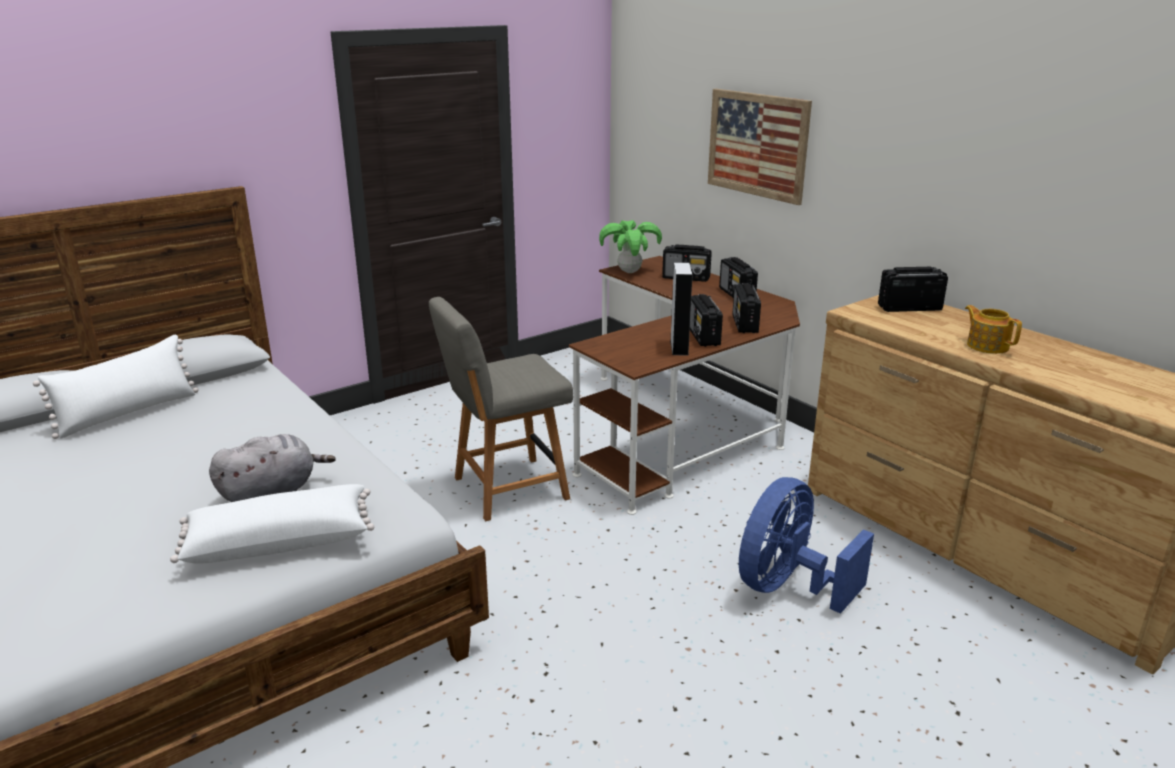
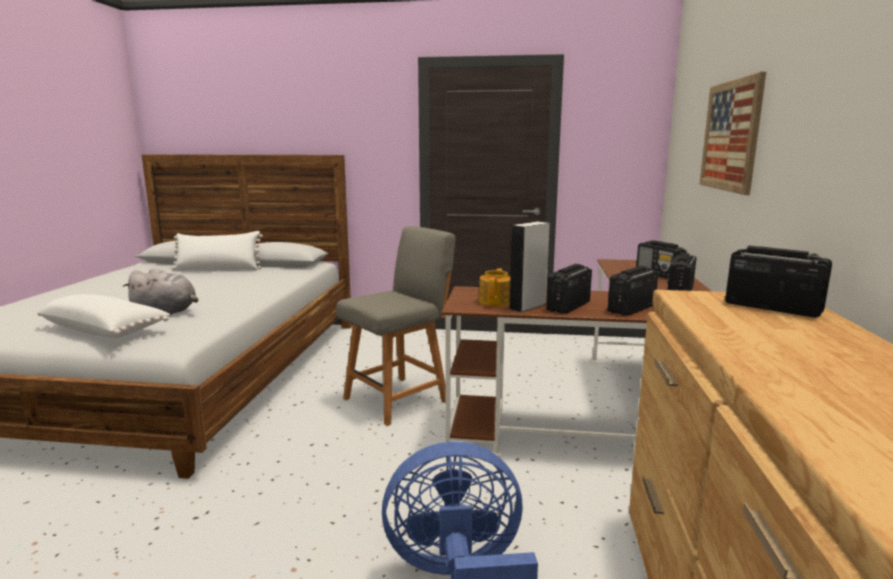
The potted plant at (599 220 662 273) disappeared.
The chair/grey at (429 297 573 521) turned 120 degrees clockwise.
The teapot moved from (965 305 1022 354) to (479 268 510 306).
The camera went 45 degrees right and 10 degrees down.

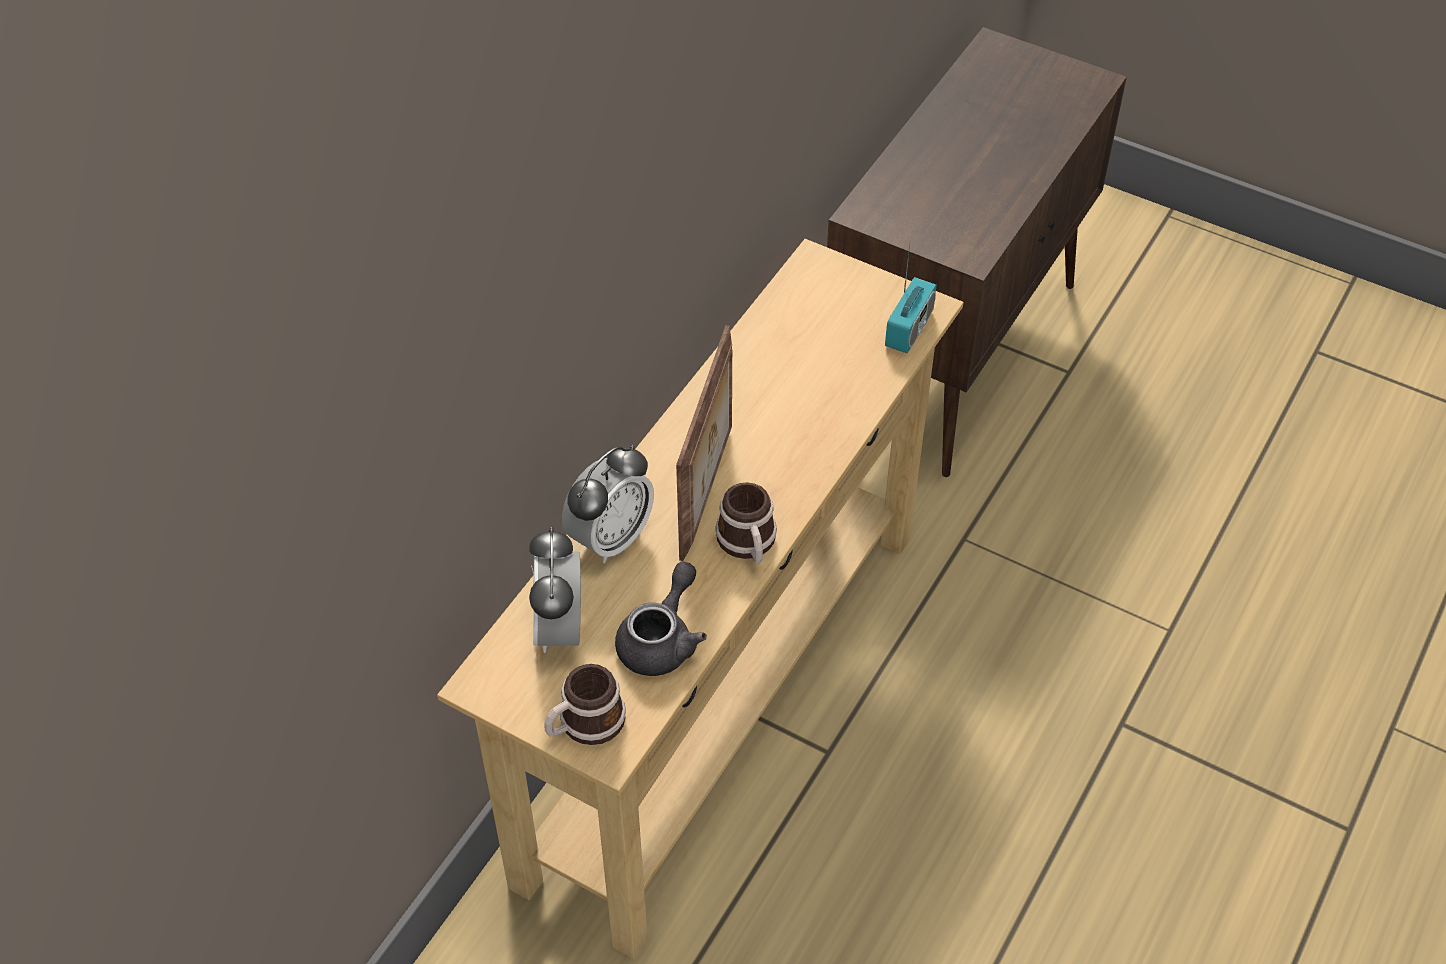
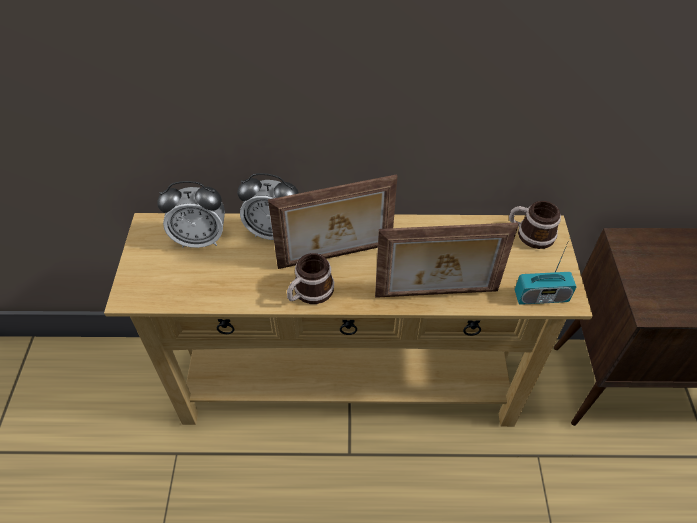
The alarm clock at (529 527 581 653) turned 150 degrees counterclockwise.
The teapot/grey at (615 562 707 676) disappeared.
The mug moved from (544 664 626 745) to (509 201 561 249).
The picture frame at (375 222 519 298) appeared.
The camera went 60 degrees right and 0 degrees up.

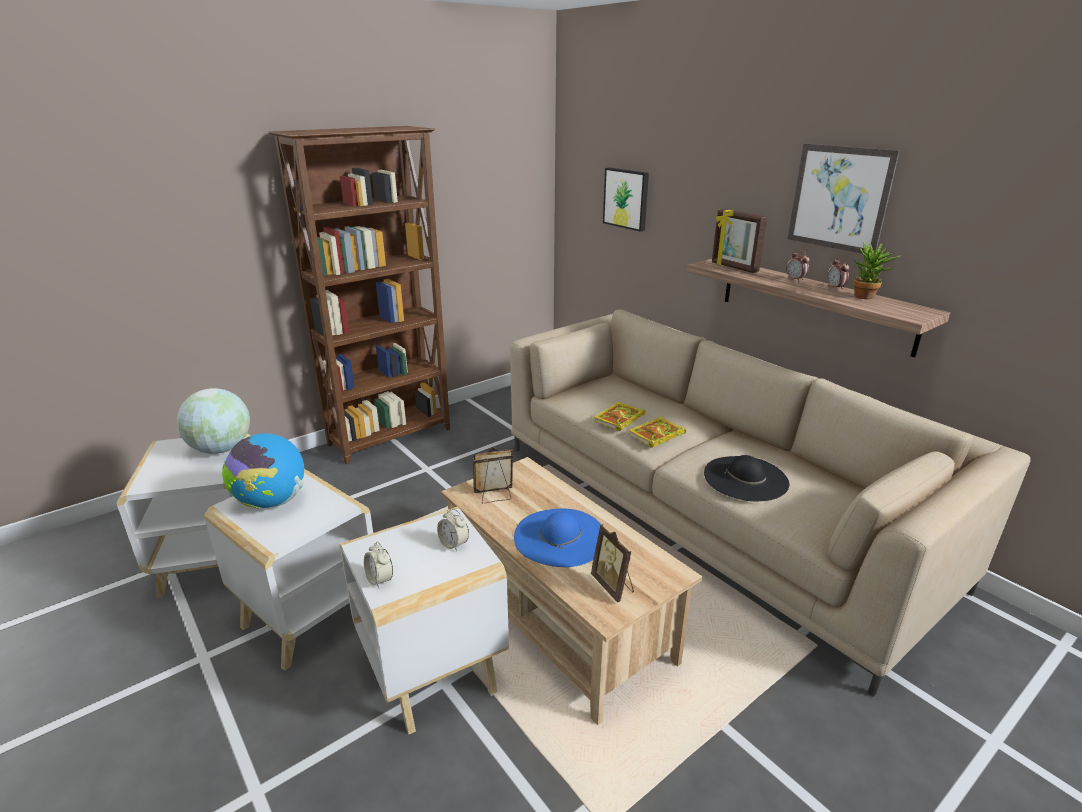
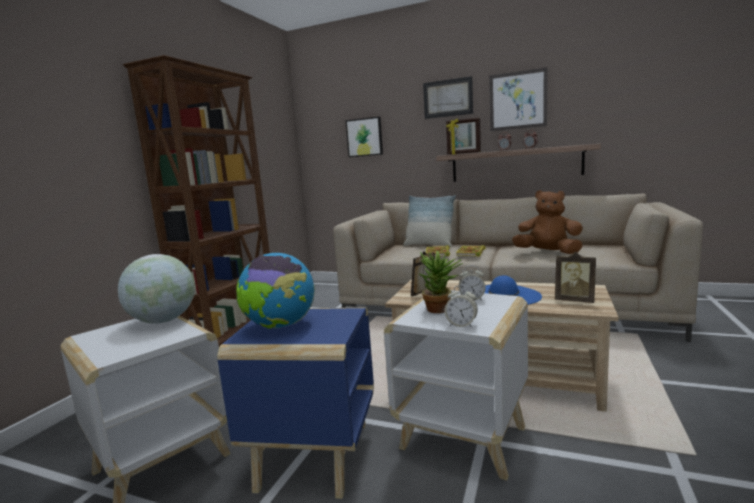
The potted plant moved from (853 242 902 300) to (418 251 463 313).
The hat/black at (704 455 789 501) was replaced by the plush toy/brown at (512 190 583 254).
The side table/white at (204 469 373 671) became the side table/blue at (217 308 374 499).
The picture at (423 76 473 119) appeared.
The pillow at (403 195 456 247) appeared.
The camera went 30 degrees left and 15 degrees down.

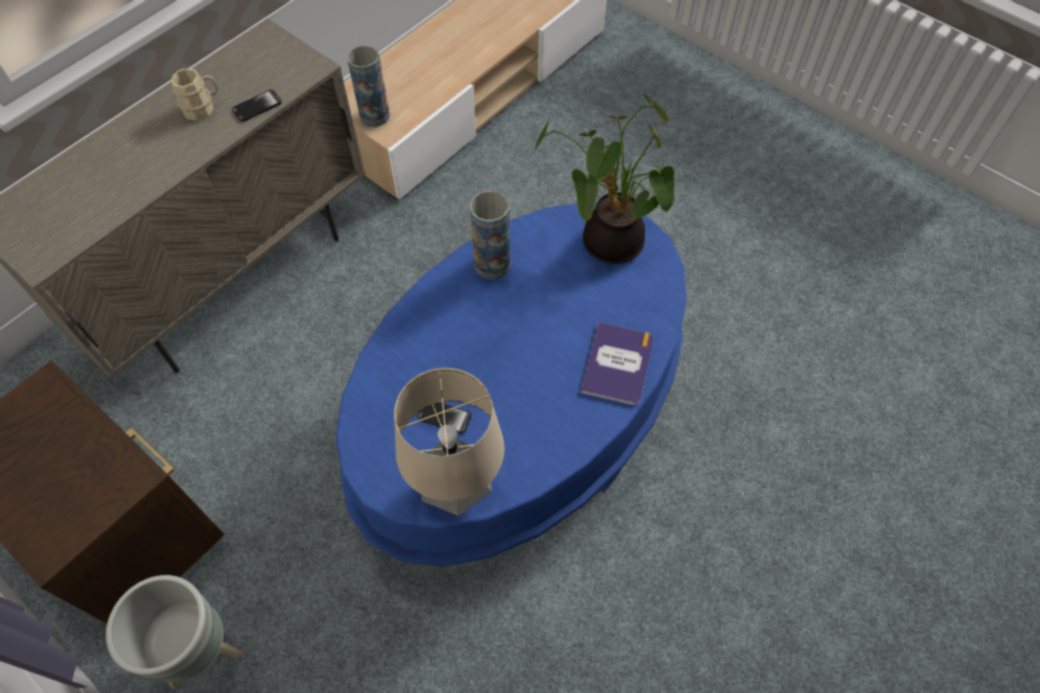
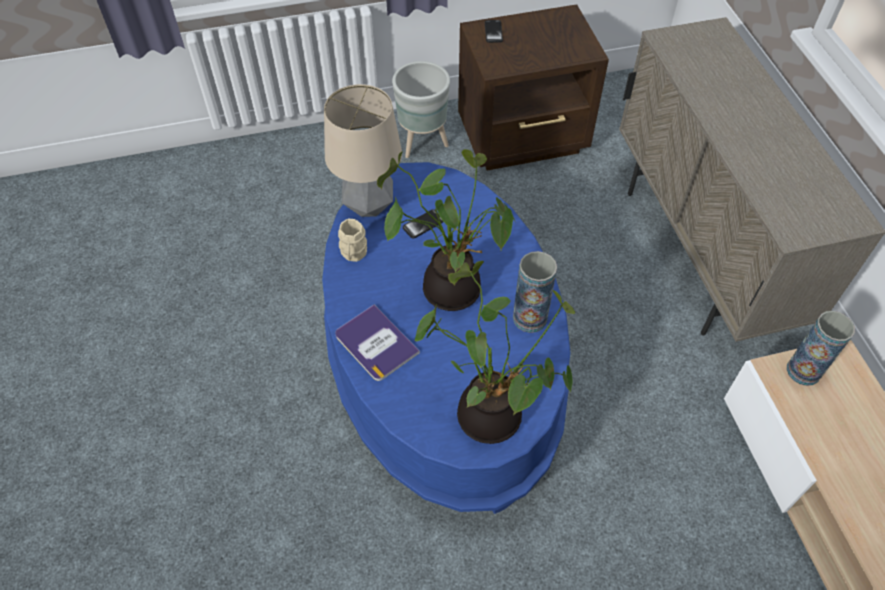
The mug/beige moved from (171 68 218 121) to (338 219 367 262).
The phone moved from (232 90 282 122) to (485 20 503 43).
The potted plant at (377 149 517 311) appeared.
The camera went 125 degrees right and 5 degrees down.

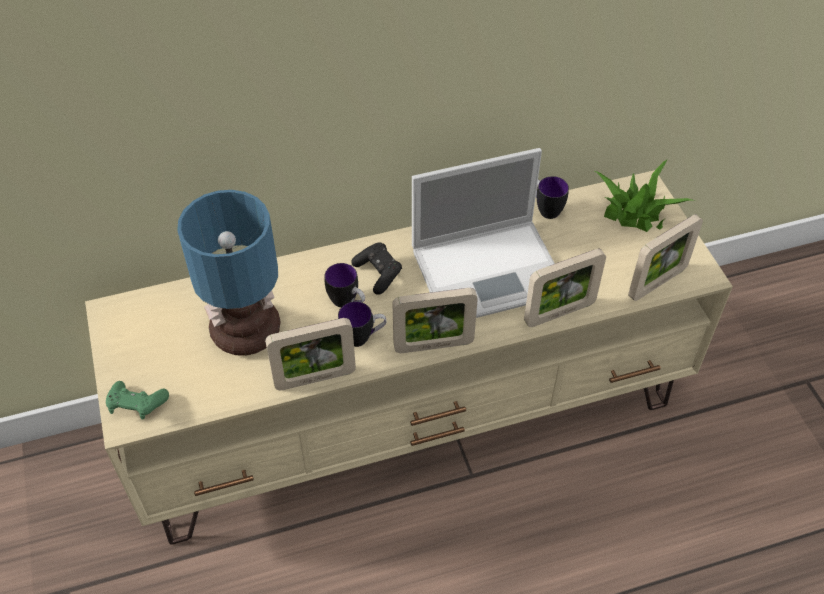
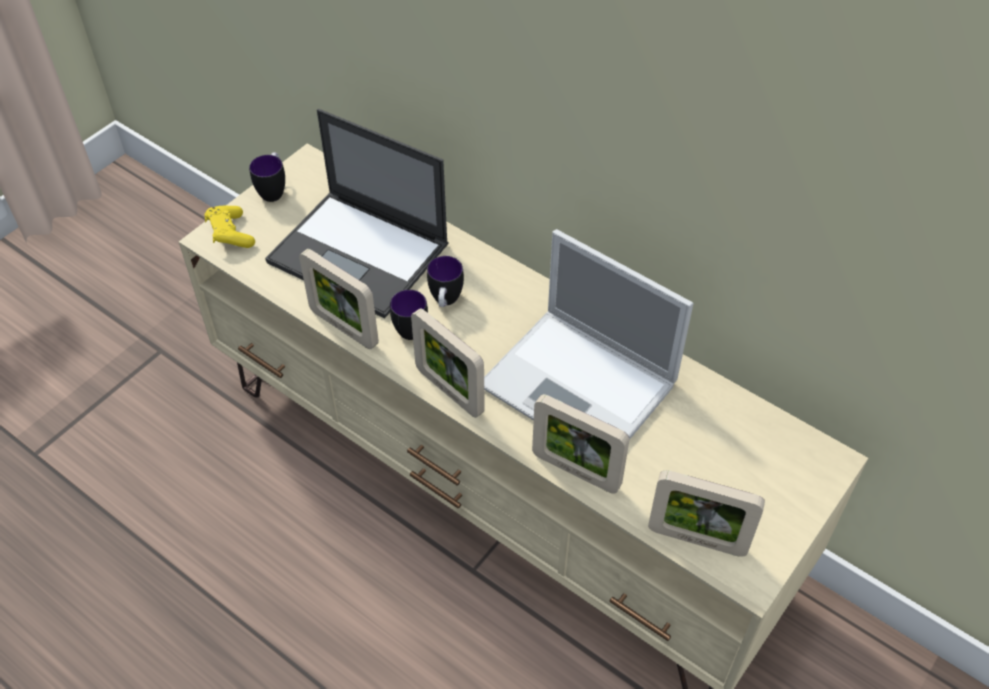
The potted plant at (595 159 695 232) disappeared.
The mug moved from (536 176 569 219) to (249 153 285 202).
The table lamp at (177 190 281 356) was replaced by the laptop at (265 109 448 319).
The game controller/black at (351 242 402 295) disappeared.
The game controller/green at (106 381 169 420) became the game controller/yellow at (205 206 255 248).
The camera went 55 degrees right and 0 degrees up.

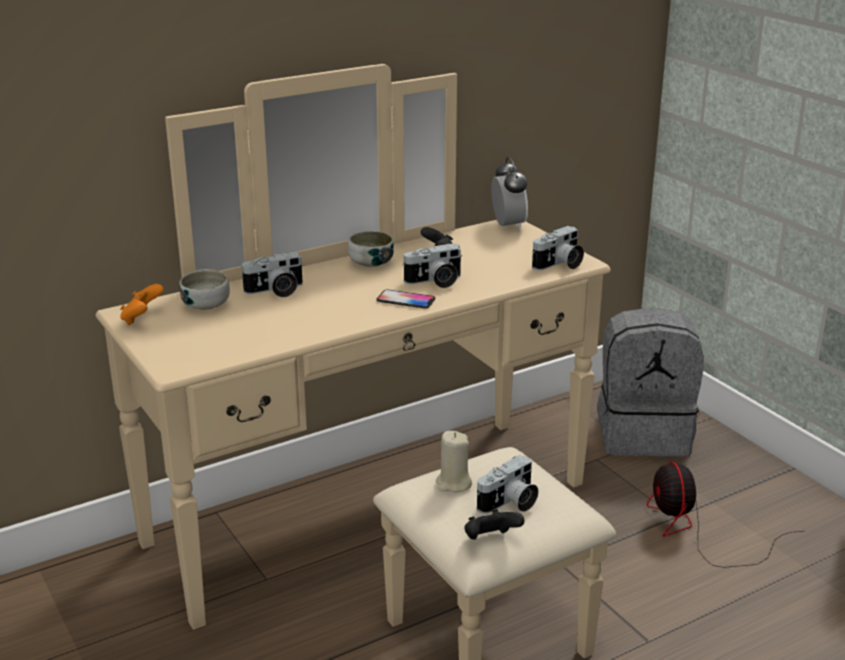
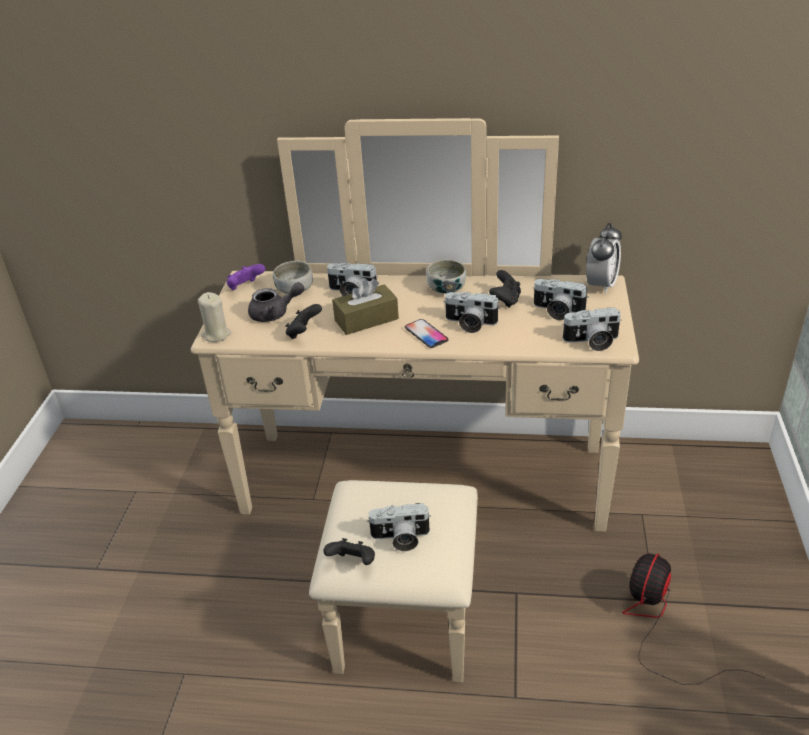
The game controller/orange at (120 284 164 325) became the game controller/purple at (227 264 265 290).
The backpack/grey at (597 307 704 456) disappeared.
The candle/beige moved from (436 431 472 492) to (198 292 232 342).
The tissue box/brown at (332 278 399 335) appeared.
The photo camera at (533 279 589 320) appeared.
The teapot/grey at (248 282 305 322) appeared.
The game controller/black at (285 304 322 339) appeared.
The camera went 40 degrees right and 10 degrees up.

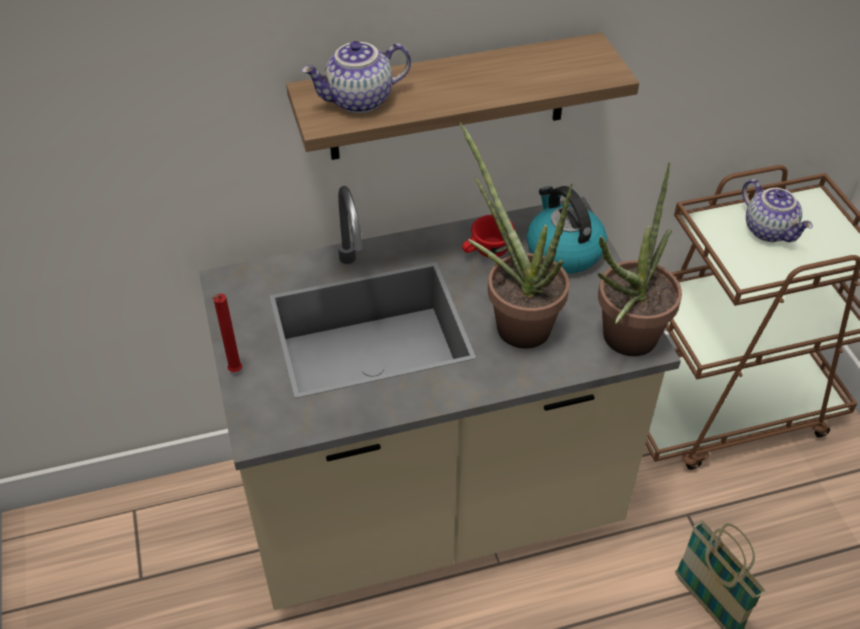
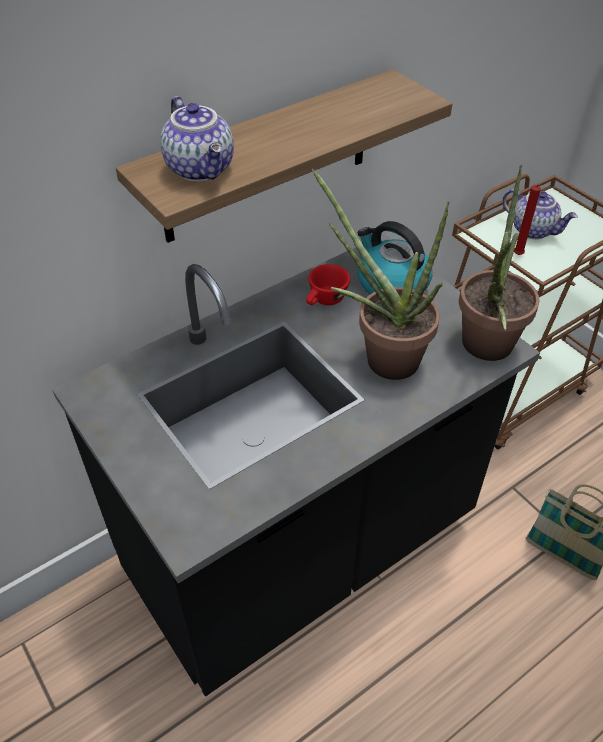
The teapot at (301 41 411 113) turned 75 degrees counterclockwise.
The counter/beige at (199 186 681 610) became the counter/black at (52 234 540 696).
The candle/red moved from (212 294 242 372) to (514 184 541 255).
The camera went 20 degrees left and 0 degrees up.

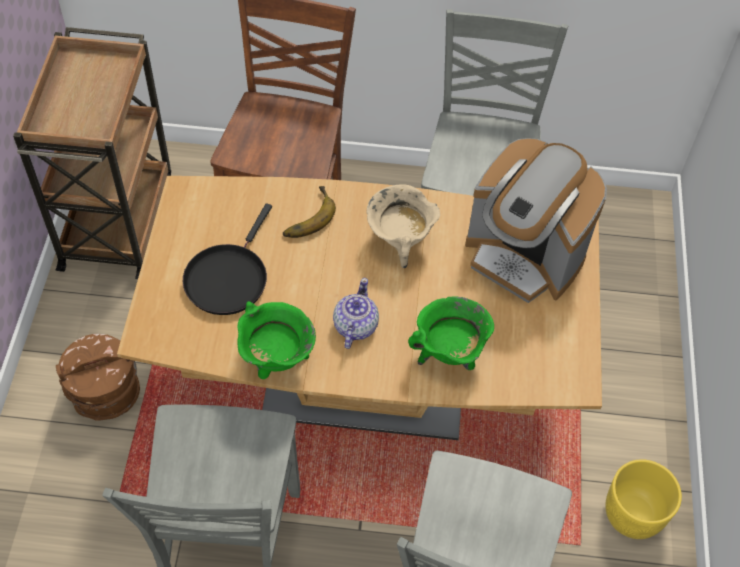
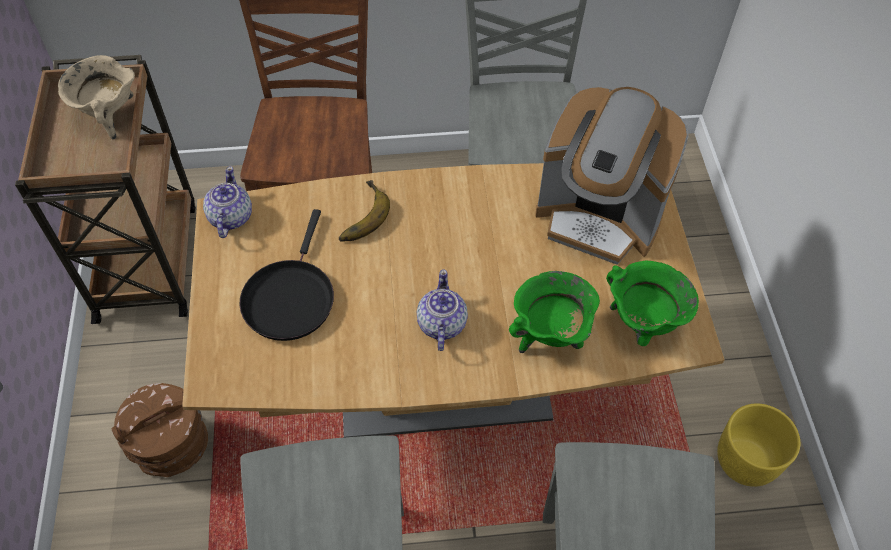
The cooking pot/beige moved from (367 184 440 268) to (58 55 135 140).
The cooking pot/green moved from (237 301 316 379) to (606 261 699 346).
The teapot at (203 166 252 238) appeared.
The camera went 10 degrees left and 0 degrees up.

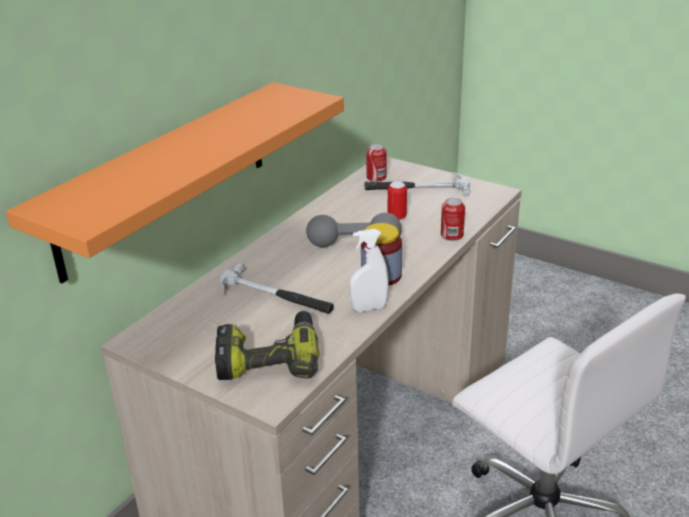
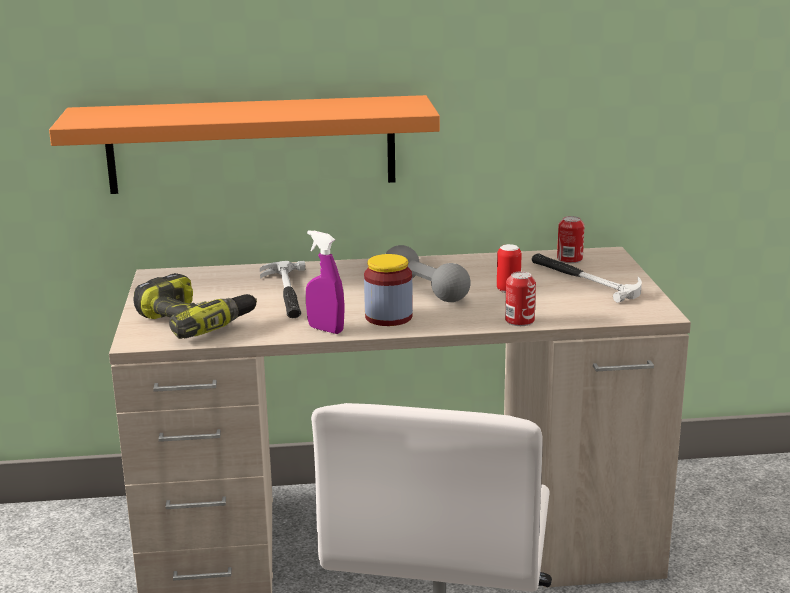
The spray bottle/white at (349 229 389 312) became the spray bottle/purple at (306 230 345 334).
The camera went 50 degrees right and 10 degrees down.

